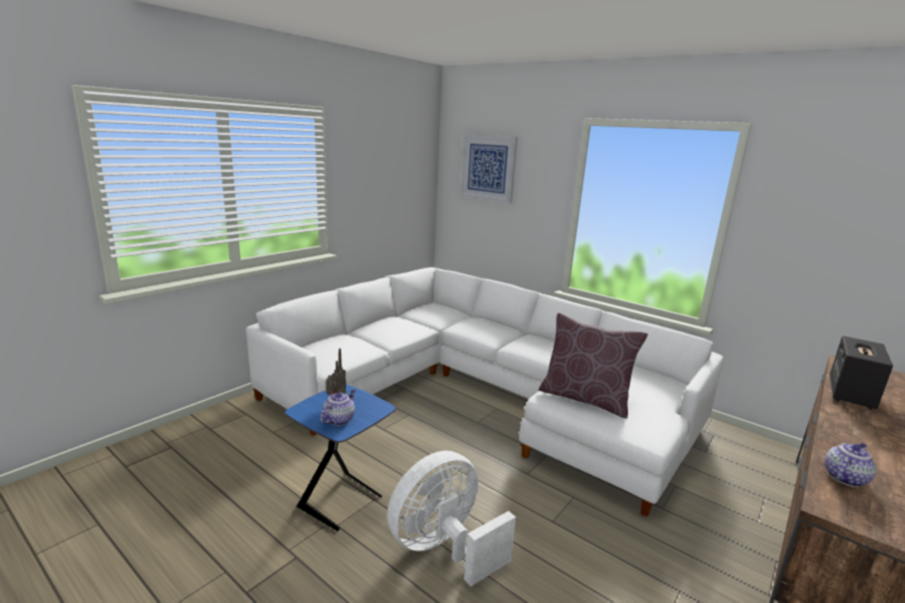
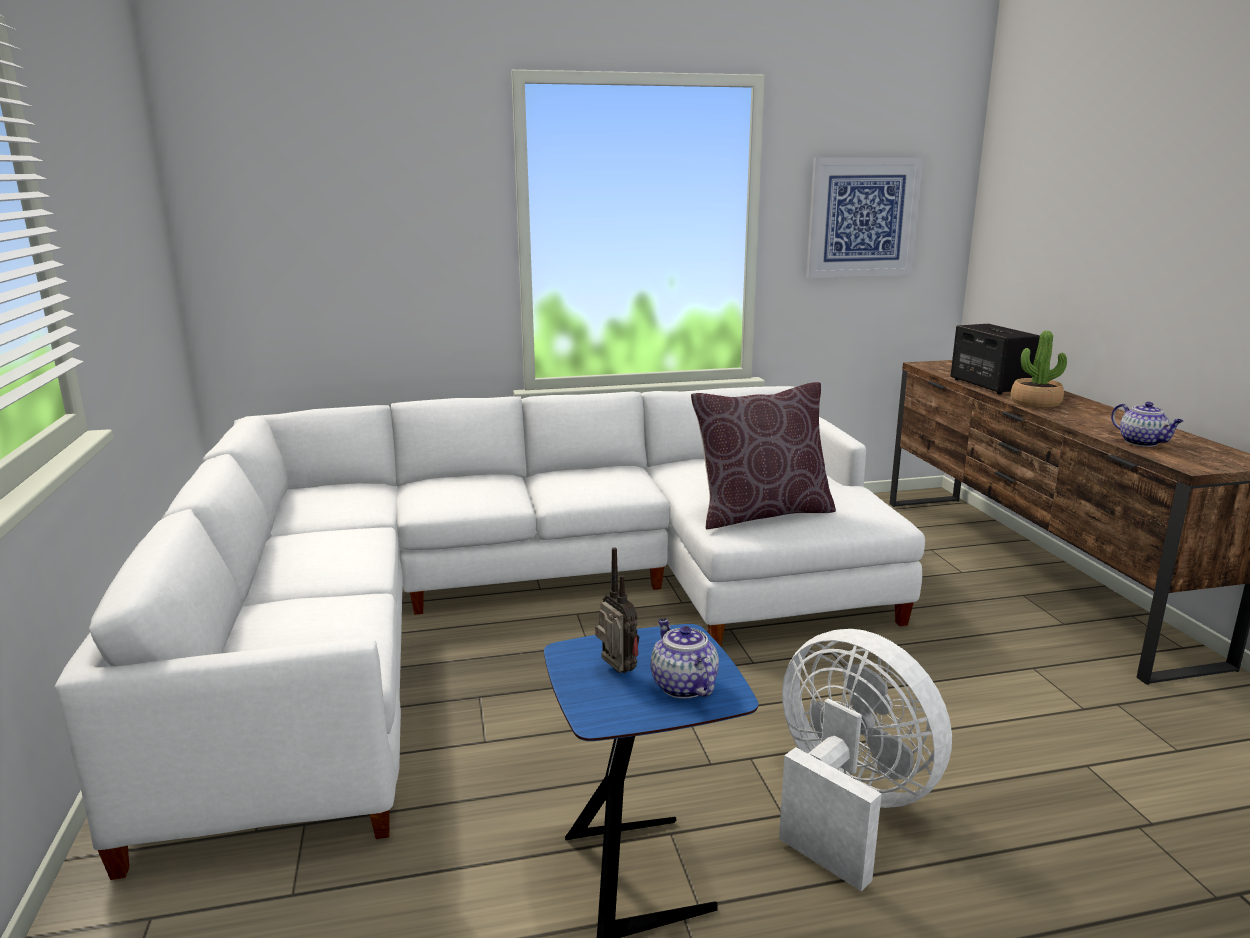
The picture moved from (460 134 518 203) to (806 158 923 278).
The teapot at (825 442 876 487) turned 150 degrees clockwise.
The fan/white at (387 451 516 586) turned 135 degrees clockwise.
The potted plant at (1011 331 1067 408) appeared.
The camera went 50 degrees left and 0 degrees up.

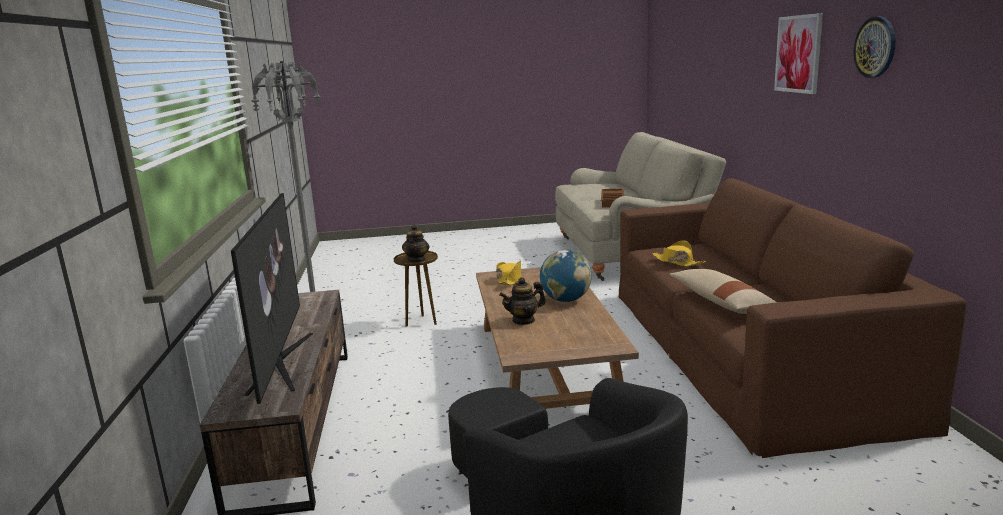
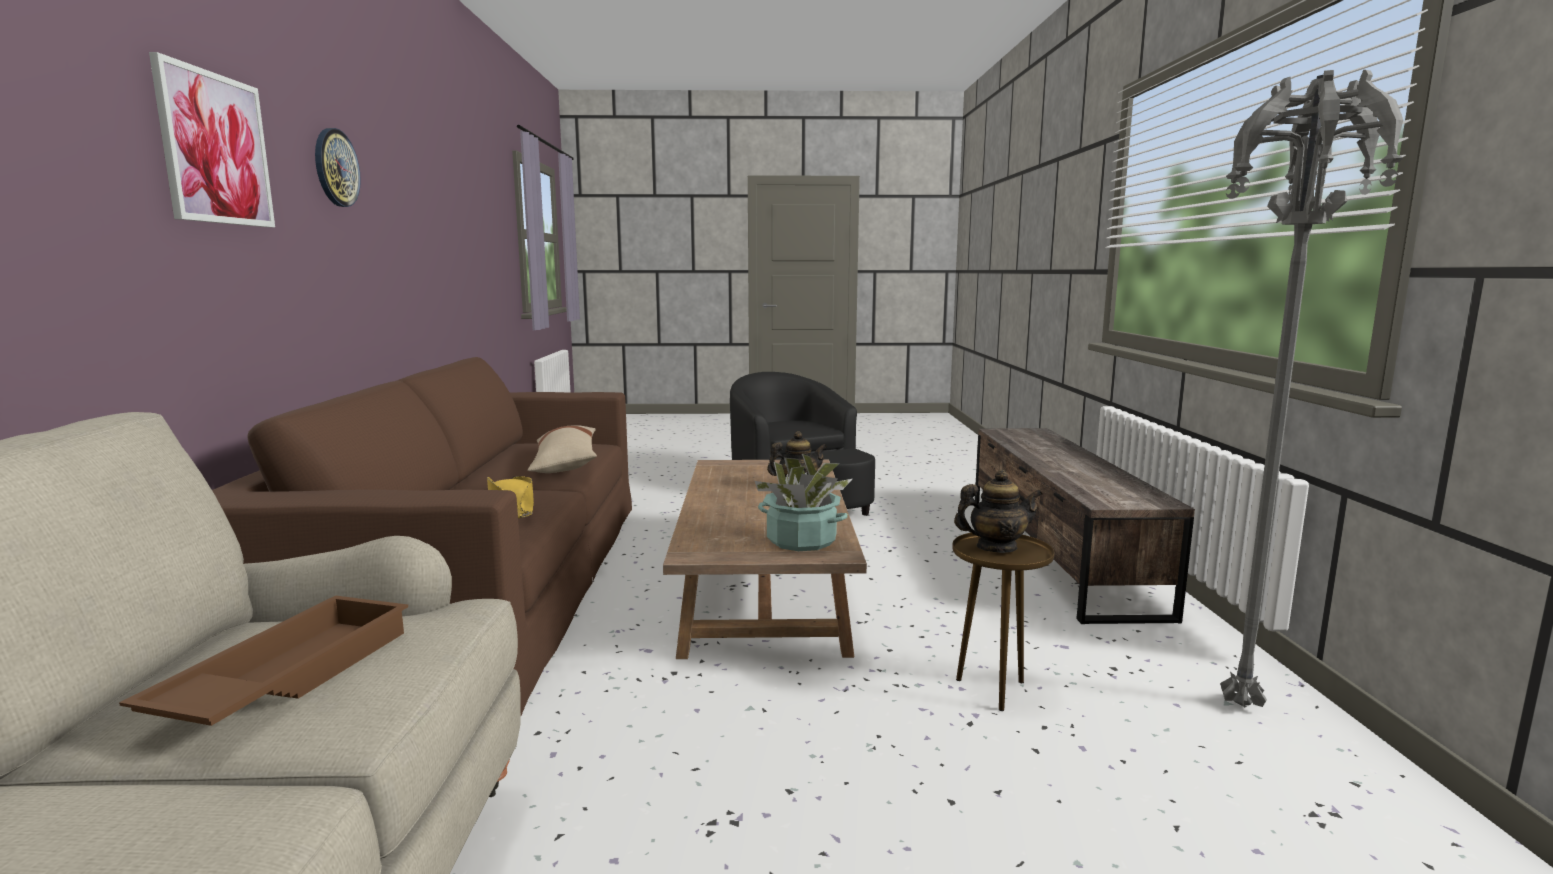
The television at (231 193 313 404) disappeared.
The teapot at (402 224 429 262) turned 75 degrees clockwise.
The globe at (540 250 592 302) disappeared.
The hat/yellow at (496 261 521 286) was replaced by the potted plant at (755 454 852 551).
The camera went 175 degrees left and 5 degrees down.

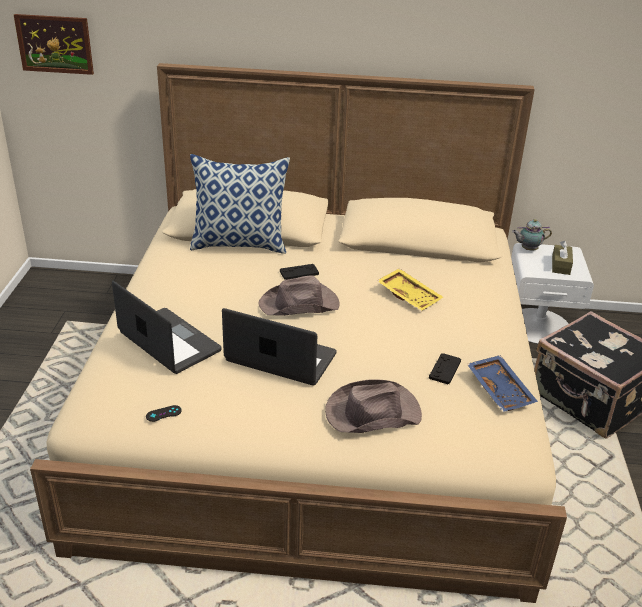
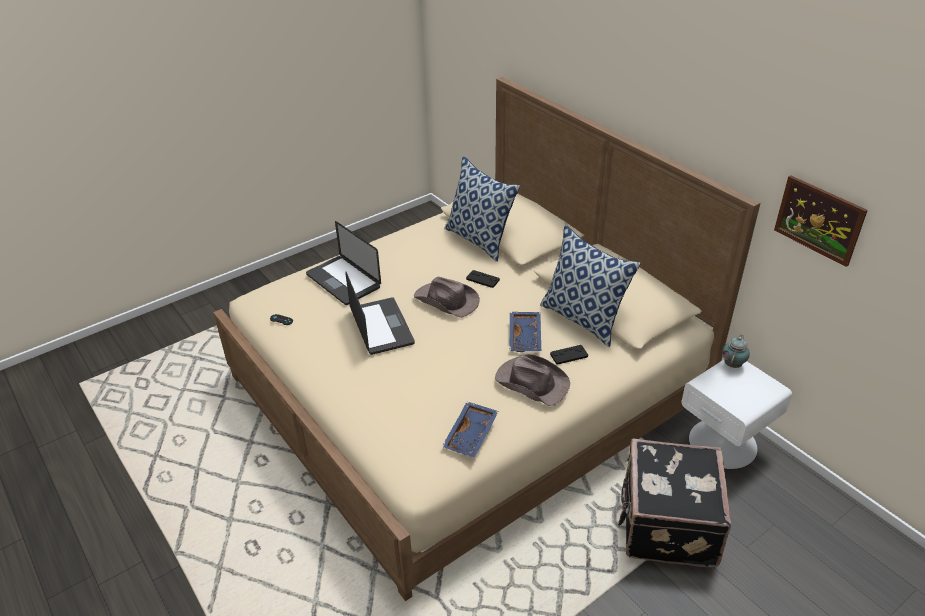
The picture moved from (14 14 94 75) to (774 175 868 267).
The teapot at (512 219 552 250) turned 75 degrees clockwise.
The tissue box/brown at (552 241 573 275) disappeared.
The tray/yellow at (377 268 443 311) became the tray/blue at (510 312 541 352).
The laptop at (112 281 222 374) turned 135 degrees clockwise.
The game controller/black moved from (429 353 461 384) to (550 345 588 365).
The hat/brown moved from (325 379 422 433) to (495 354 570 406).
The pillow at (540 225 641 347) appeared.
The camera went 50 degrees right and 5 degrees up.

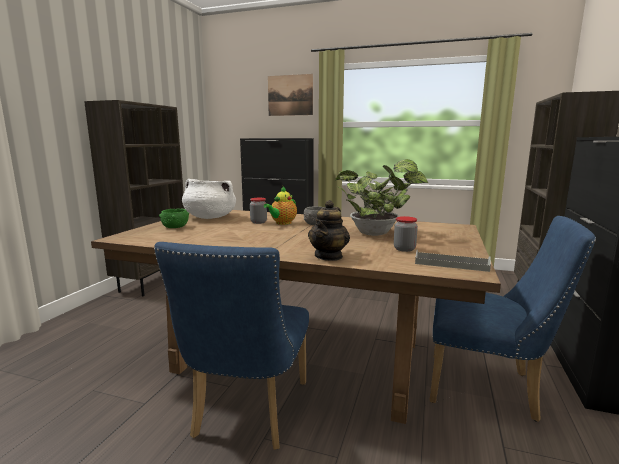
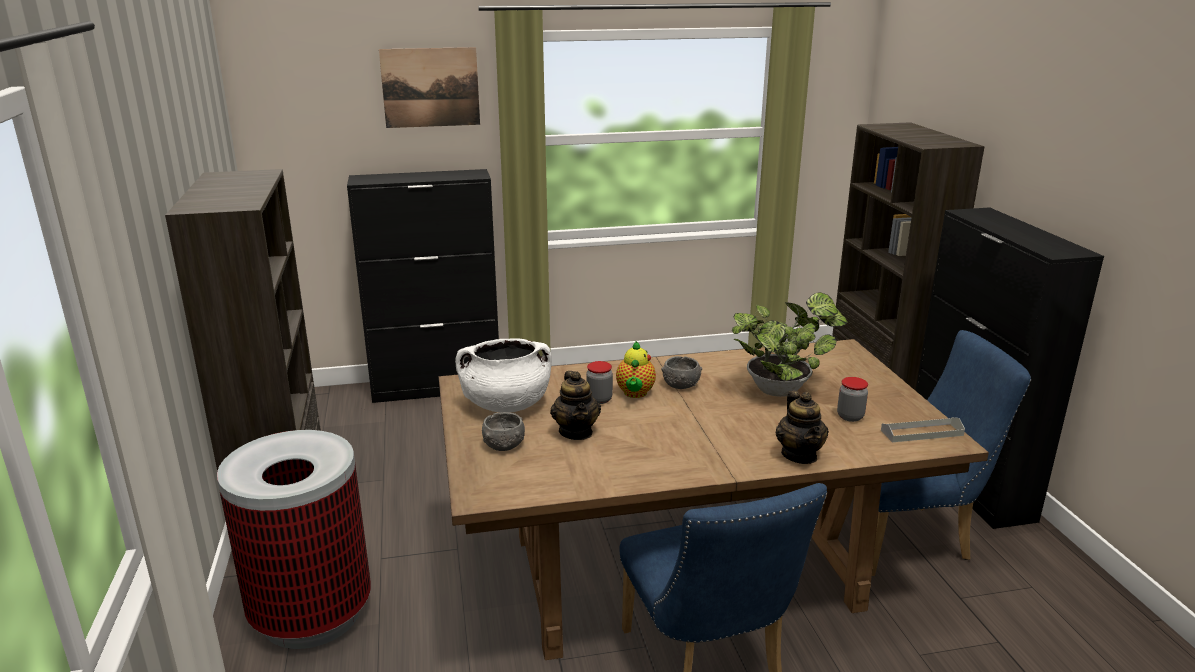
The bowl/green at (159 208 189 228) became the bowl/grey at (482 412 525 451).
The teapot at (550 371 601 440) appeared.
The trash can at (217 430 371 649) appeared.
The camera went 30 degrees left and 10 degrees up.

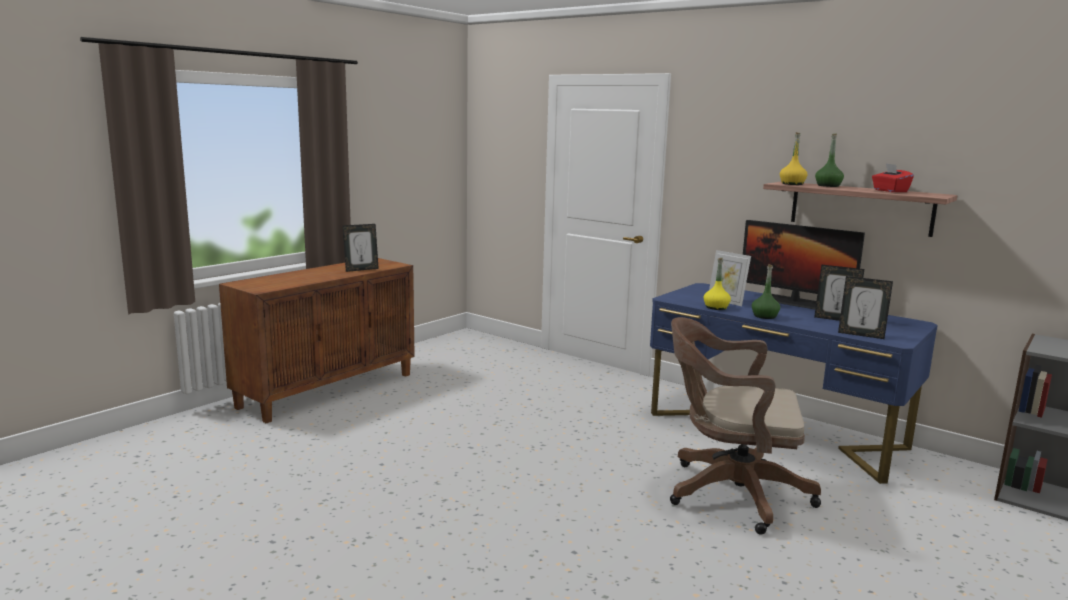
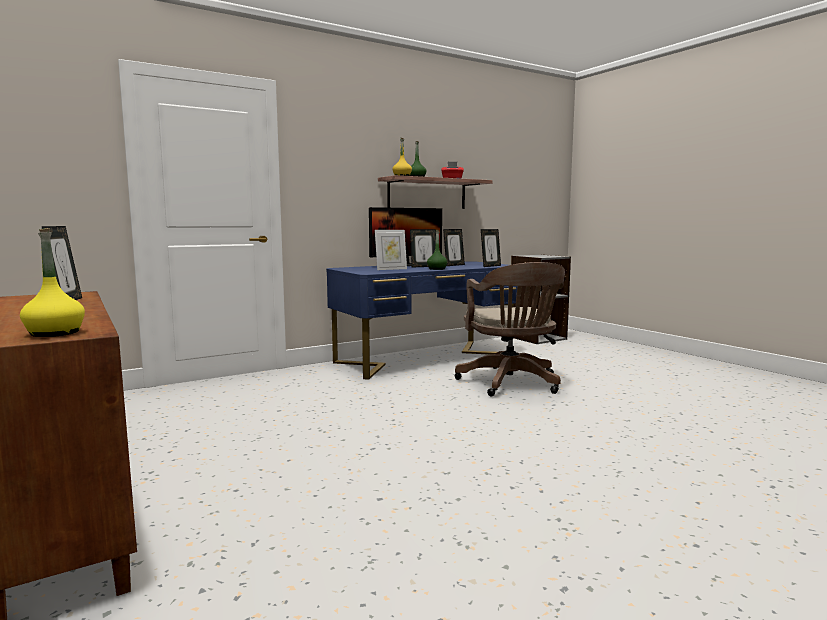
The bottle/yellow moved from (704 258 731 310) to (20 228 85 337).
The office chair/brown at (670 317 821 535) turned 45 degrees counterclockwise.
The picture frame at (410 229 436 267) appeared.
The camera went 70 degrees left and 5 degrees down.

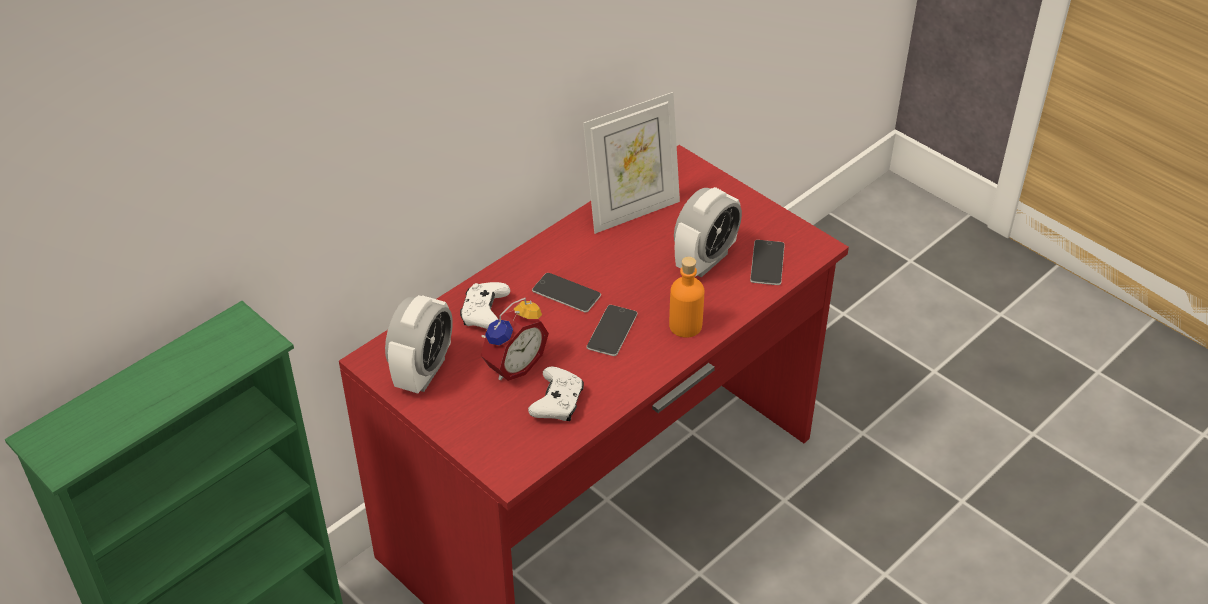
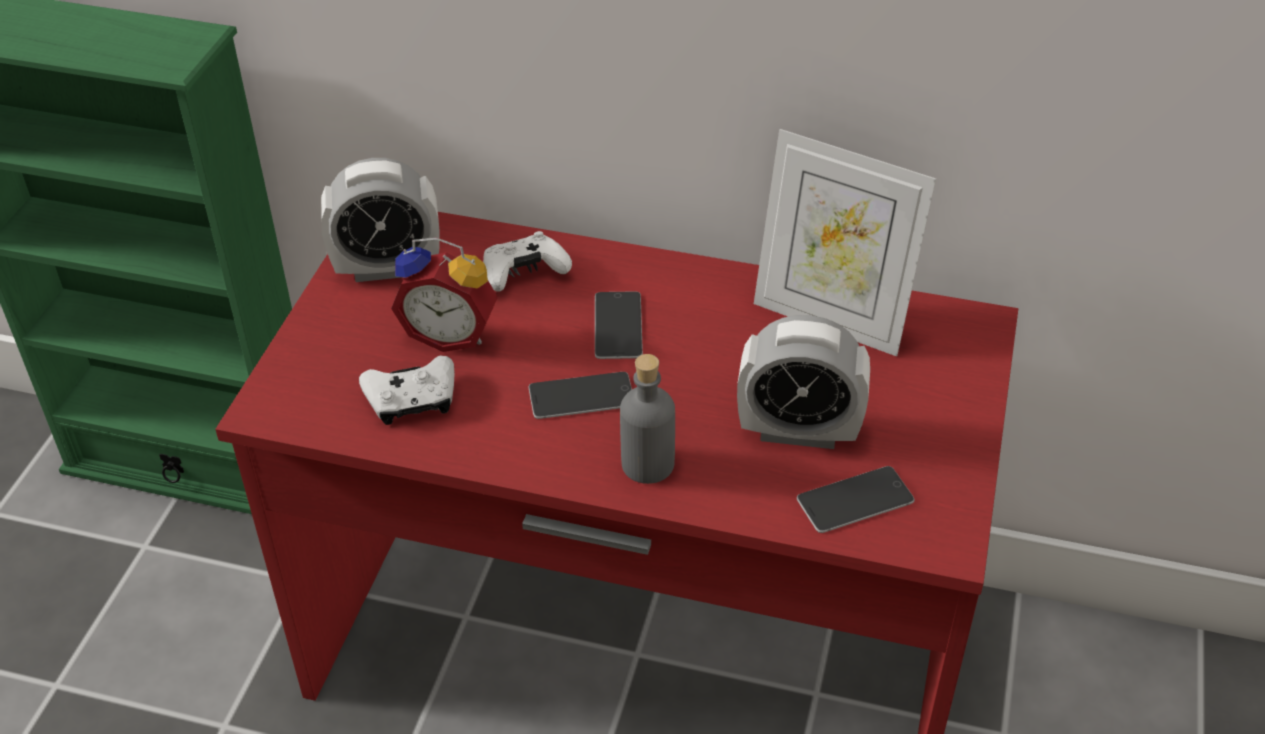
The bottle/orange at (669 257 704 338) became the bottle/grey at (620 354 675 484).
The camera went 60 degrees right and 0 degrees up.

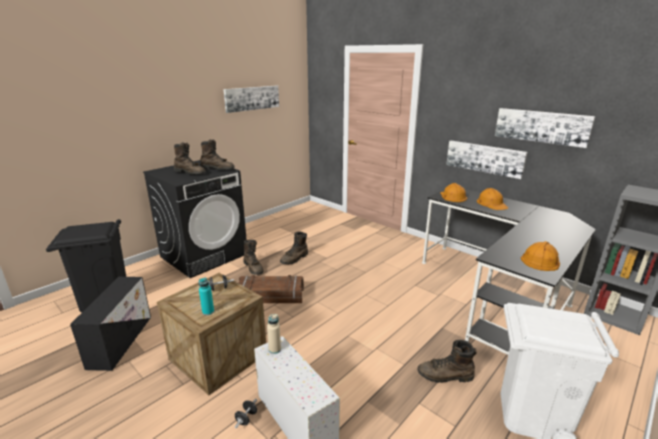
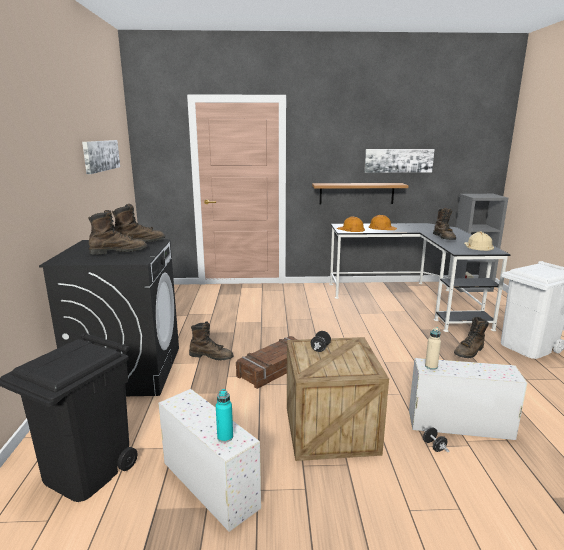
The picture at (446 141 528 179) was replaced by the shelf at (312 183 409 204).
The boot/brown moved from (280 231 308 264) to (433 207 456 240).
The hard hat/orange at (521 241 560 271) became the hard hat/beige at (464 232 494 251).
The storage box/black at (70 277 151 371) became the storage box/white at (158 389 261 532).
The bottle/turquoise moved from (199 278 214 315) to (216 389 233 443).
The camera went 45 degrees left and 5 degrees down.

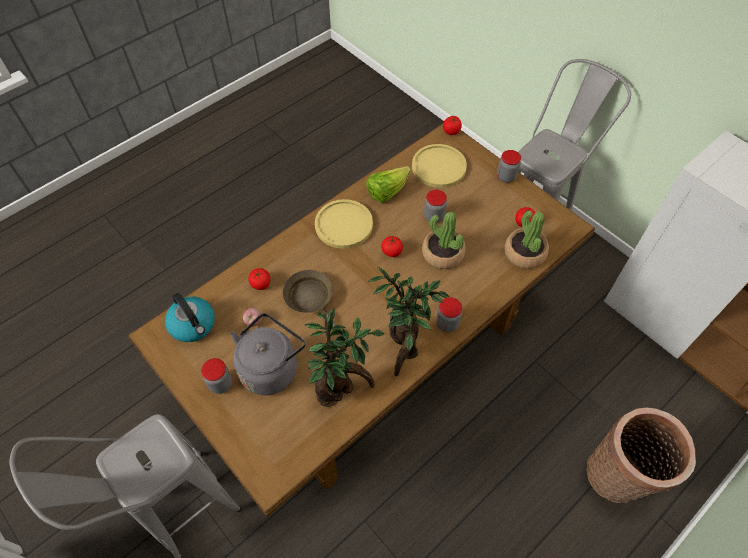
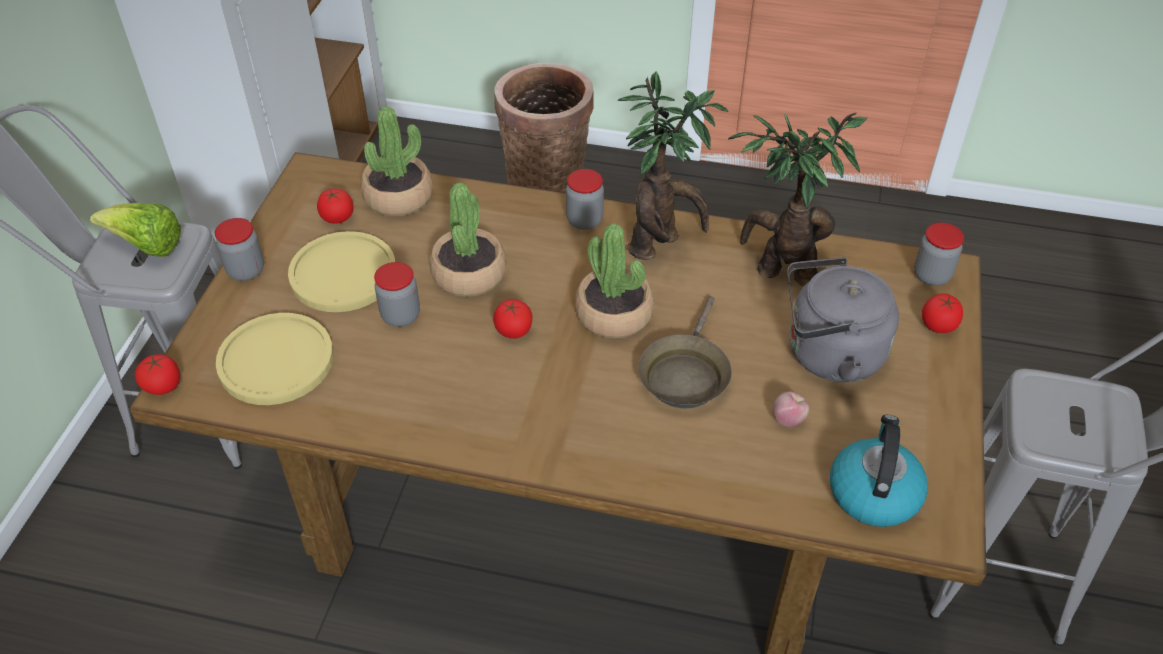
The lettuce moved from (366 166 410 203) to (90 203 181 257).
The plate/yellow moved from (315 199 373 249) to (288 231 395 312).
The tomato moved from (249 268 270 290) to (922 293 963 333).
The jar moved from (201 358 232 394) to (914 223 964 286).
The potted plant at (575 223 654 338) appeared.
The camera went 125 degrees left and 10 degrees down.

